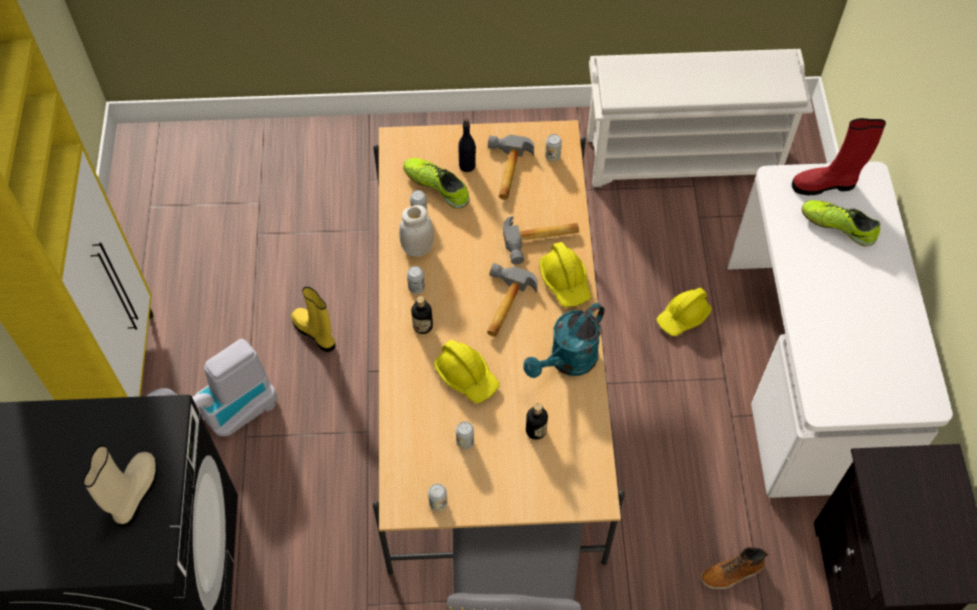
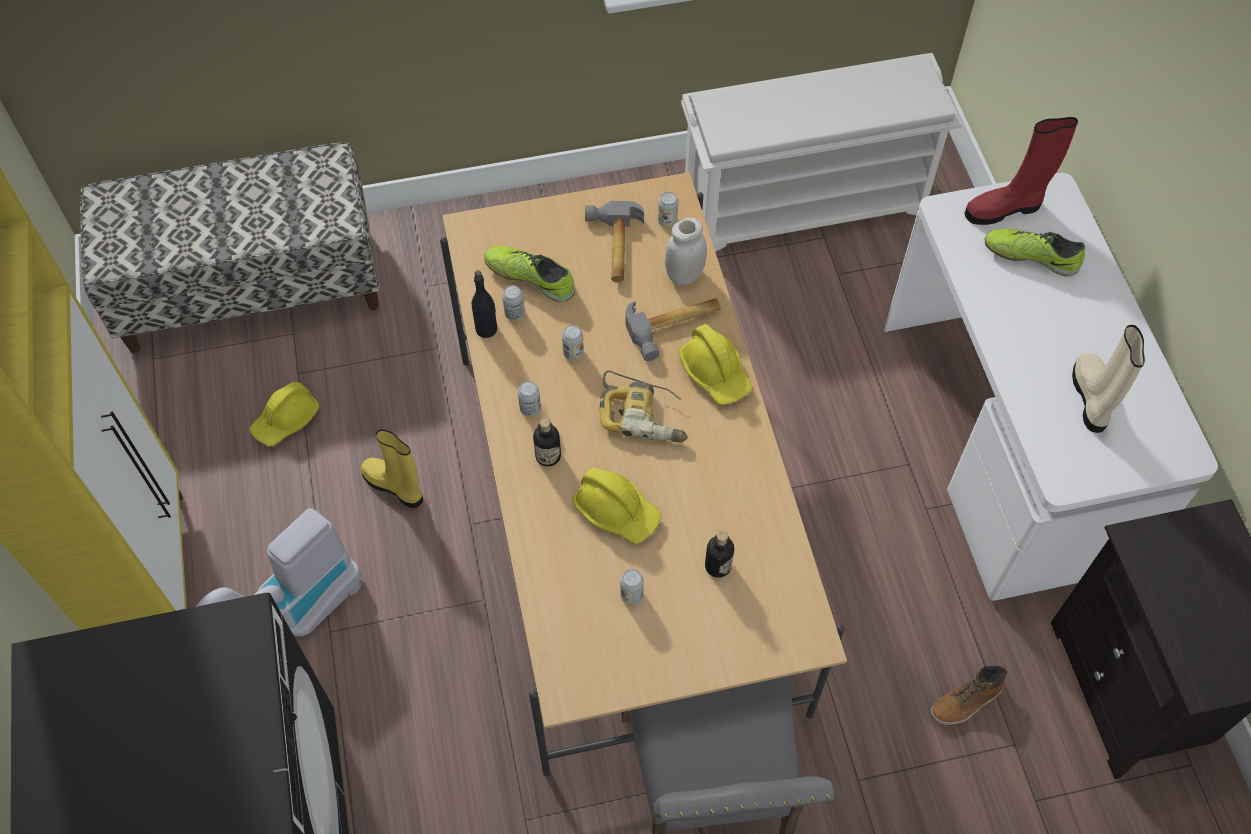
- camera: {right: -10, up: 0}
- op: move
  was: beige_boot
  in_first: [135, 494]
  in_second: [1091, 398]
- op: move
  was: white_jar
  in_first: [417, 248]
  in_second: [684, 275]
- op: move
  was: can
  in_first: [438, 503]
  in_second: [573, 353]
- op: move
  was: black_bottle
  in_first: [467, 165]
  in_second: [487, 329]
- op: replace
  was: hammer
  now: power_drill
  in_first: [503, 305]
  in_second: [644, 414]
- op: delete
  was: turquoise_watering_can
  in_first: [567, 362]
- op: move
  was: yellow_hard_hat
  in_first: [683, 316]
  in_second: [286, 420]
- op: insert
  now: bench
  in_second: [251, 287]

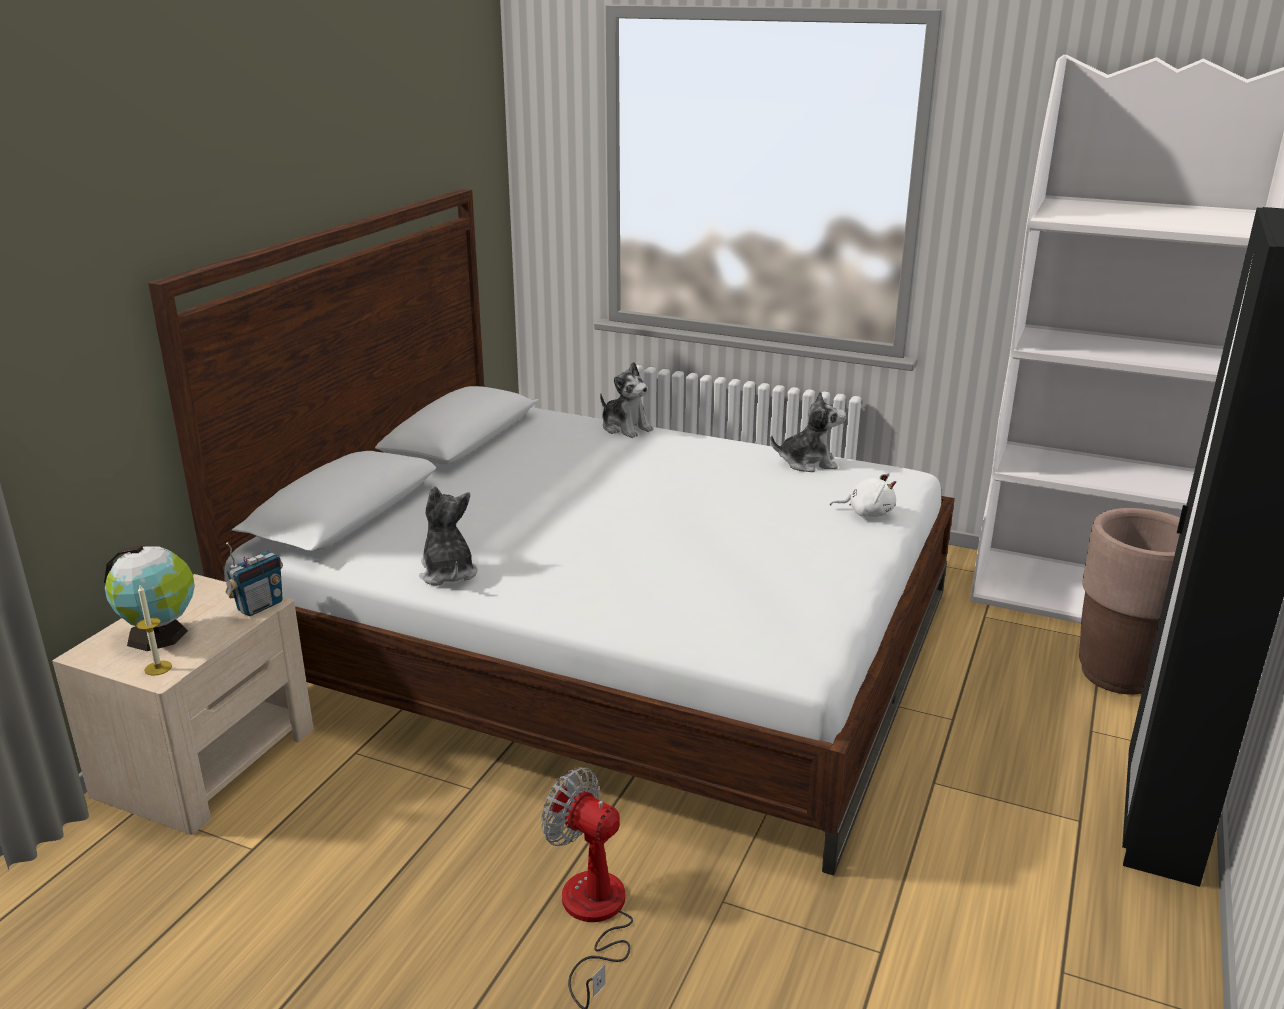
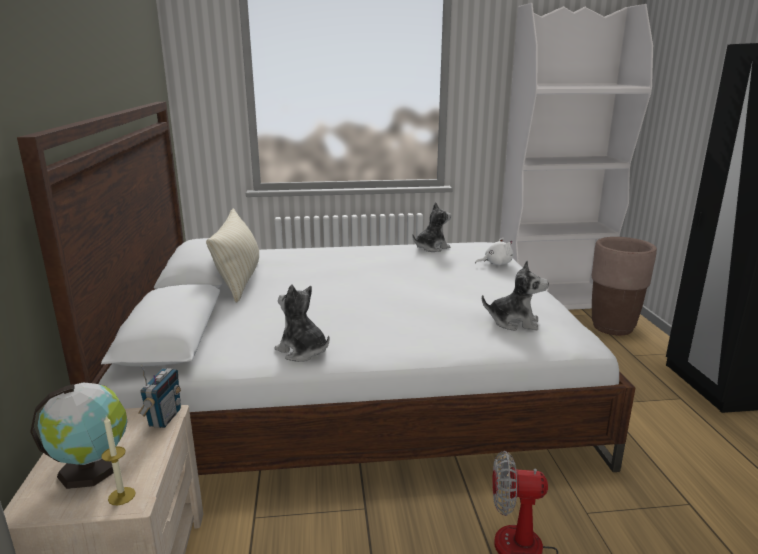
- camera: {right: -30, up: -5}
- op: move
  was: plush_toy
  in_first: [625, 428]
  in_second: [514, 322]
- op: insert
  now: beige_pillow
  in_second: [239, 280]

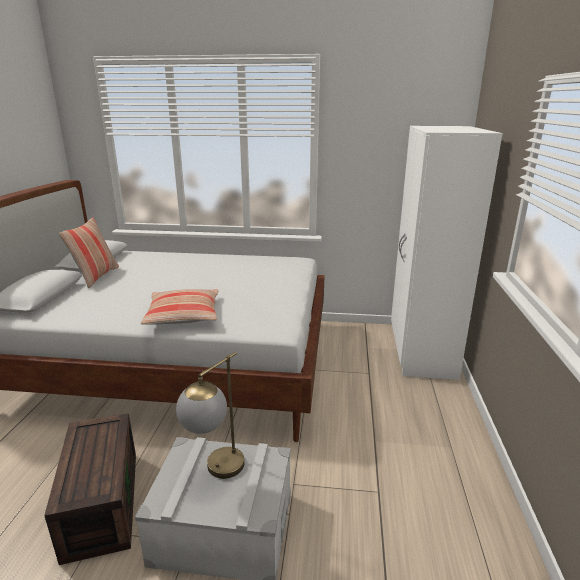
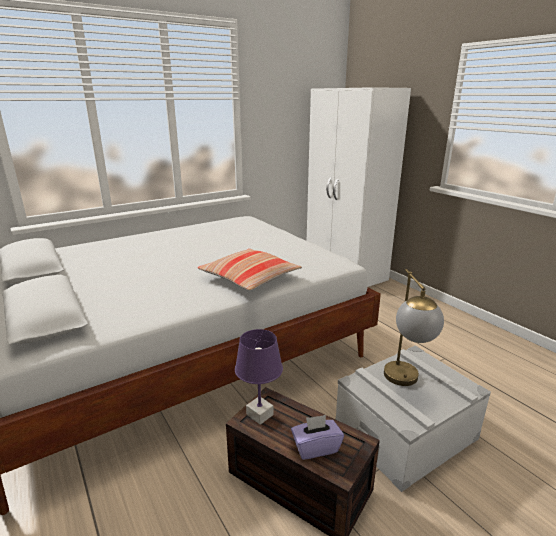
- camera: {right: -40, up: 0}
- op: delete
  was: pillow
  in_first: [96, 276]
- op: insert
  now: purple_table_lamp
  in_second: [260, 414]
- op: insert
  now: purple_tissue_box
  in_second: [316, 447]

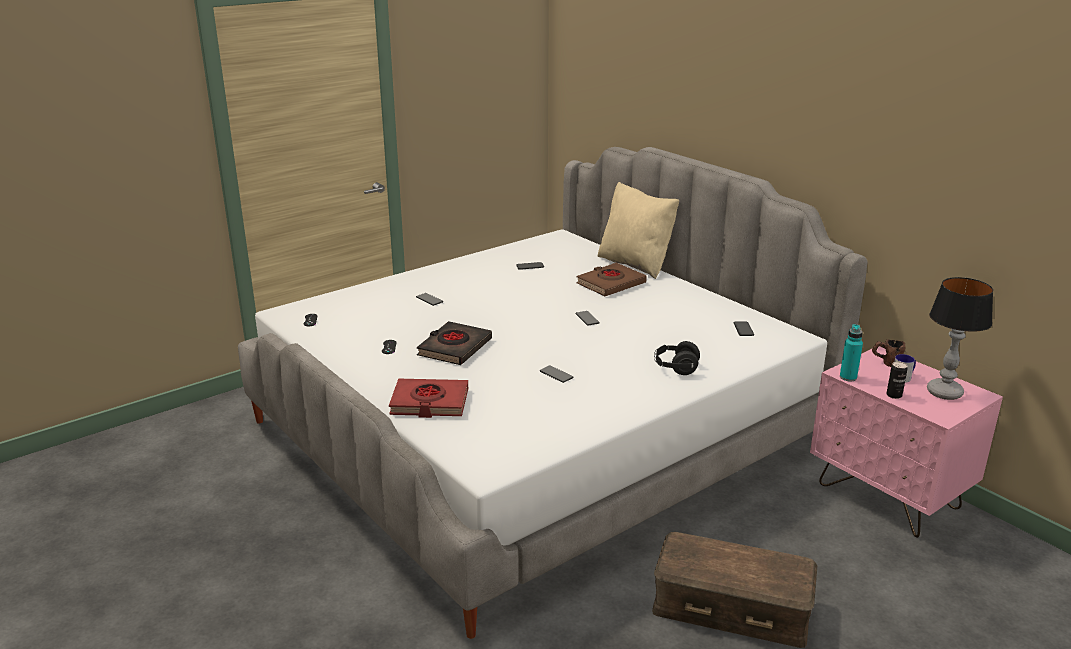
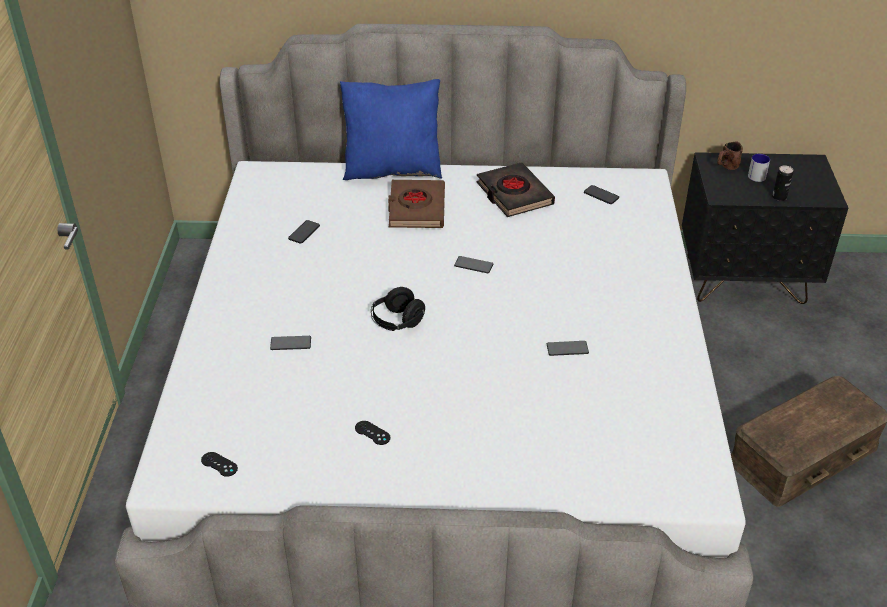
- camera: {right: -50, up: 15}
- op: delete
  was: red_book
  in_first: [429, 403]
- op: move
  was: black_book
  in_first: [454, 348]
  in_second: [514, 194]
- op: recolor
  was: beige_pillow
  now: blue_pillow
  in_first: [636, 264]
  in_second: [392, 169]
- op: move
  was: black_headphones
  in_first: [675, 368]
  in_second: [397, 322]
- op: recolor
  was: pink_nightstand
  now: black_nightstand
  in_first: [888, 497]
  in_second: [745, 281]
- op: delete
  was: turquoise_bottle
  in_first: [848, 377]
- op: delete
  was: table_lamp
  in_first: [943, 392]

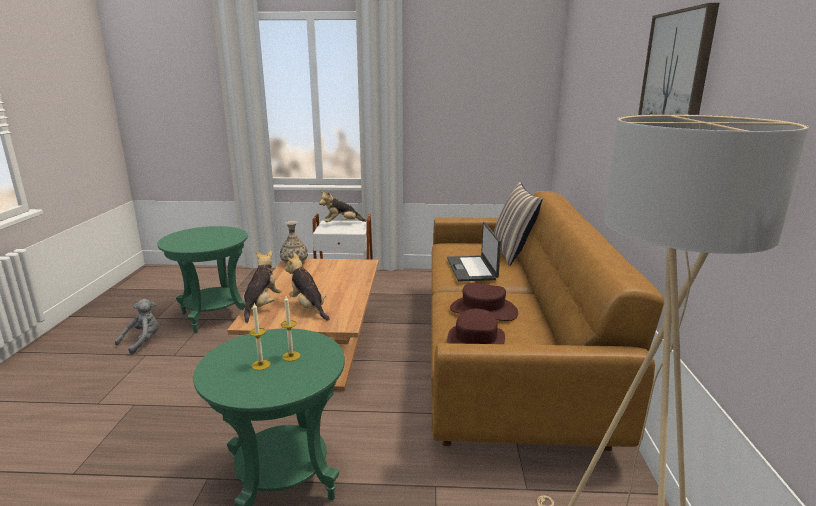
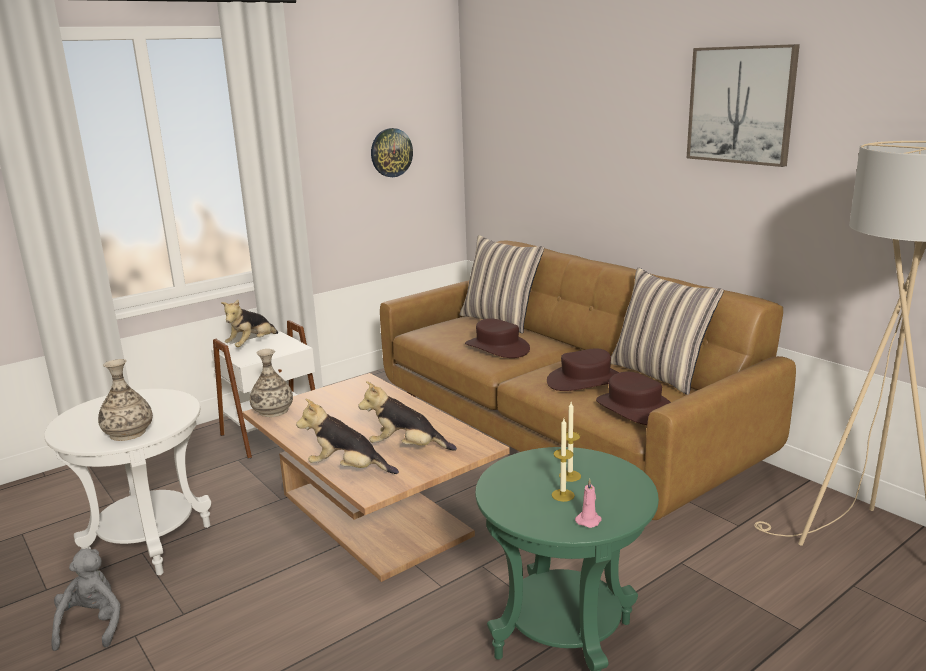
- camera: {right: -40, up: 0}
- op: recolor
  was: green_side_table
  now: white_side_table
  in_first: [214, 316]
  in_second: [149, 544]
- op: rotate
  was: plush_toy
  in_first: [261, 306]
  in_second: [348, 469]
  clockwise: -45
- op: replace
  was: laptop
  now: brown_hat
  in_first: [472, 269]
  in_second: [497, 347]
- op: insert
  now: vase
  in_second: [128, 433]
- op: insert
  now: wall_clock
  in_second: [391, 152]
- op: insert
  now: pink_candle
  in_second: [589, 520]
- op: insert
  now: pillow
  in_second: [659, 374]

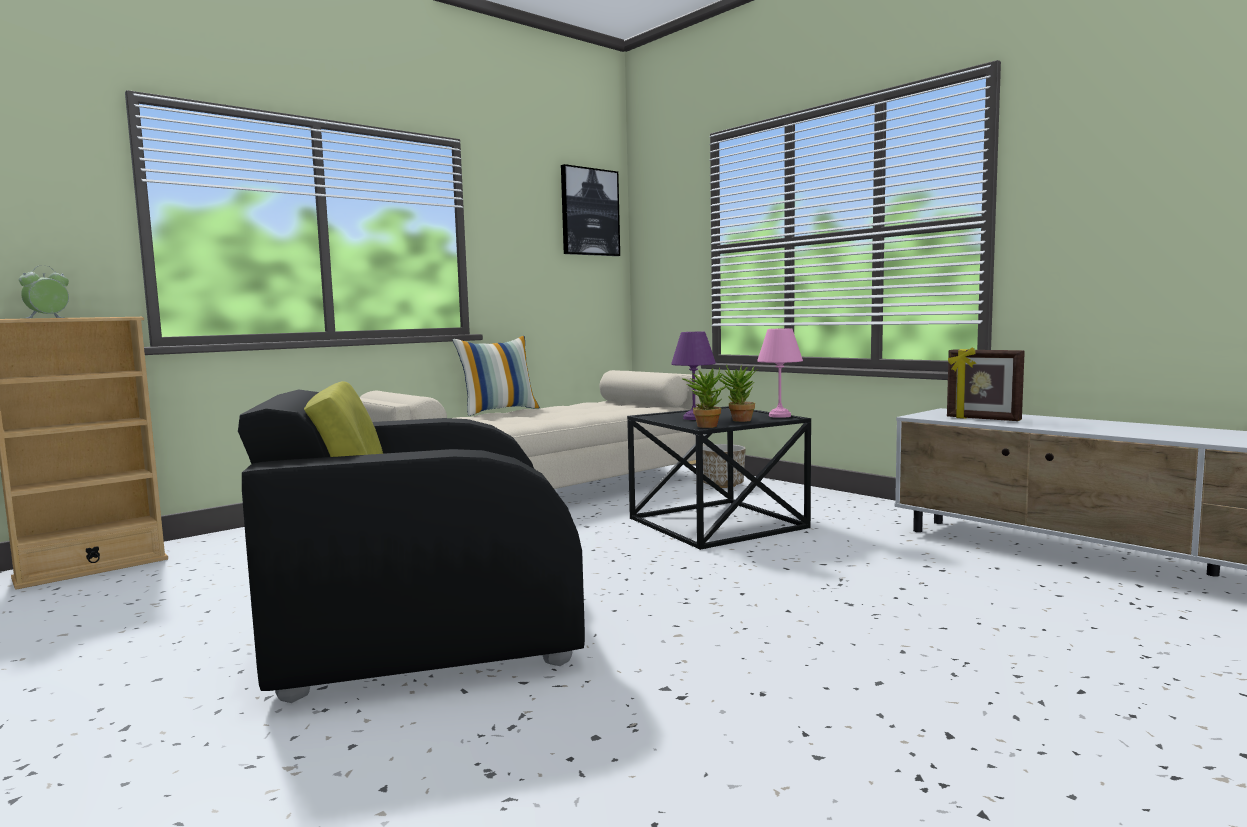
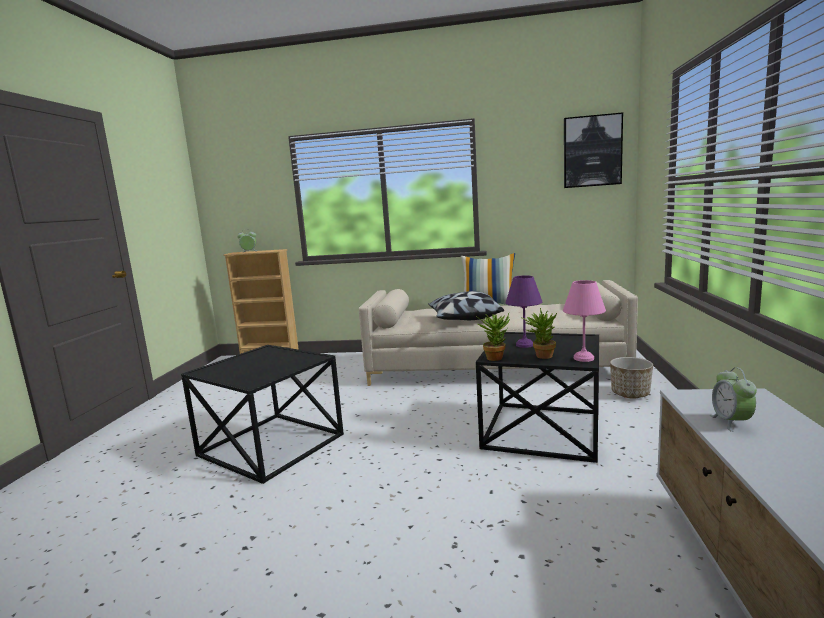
- camera: {right: 50, up: 5}
- op: replace
  was: black_armchair
  now: black_side_table
  in_first: [425, 629]
  in_second: [271, 444]
- op: replace
  was: picture_frame
  now: alarm_clock
  in_first: [982, 419]
  in_second: [731, 422]
- op: insert
  now: pillow
  in_second: [464, 319]

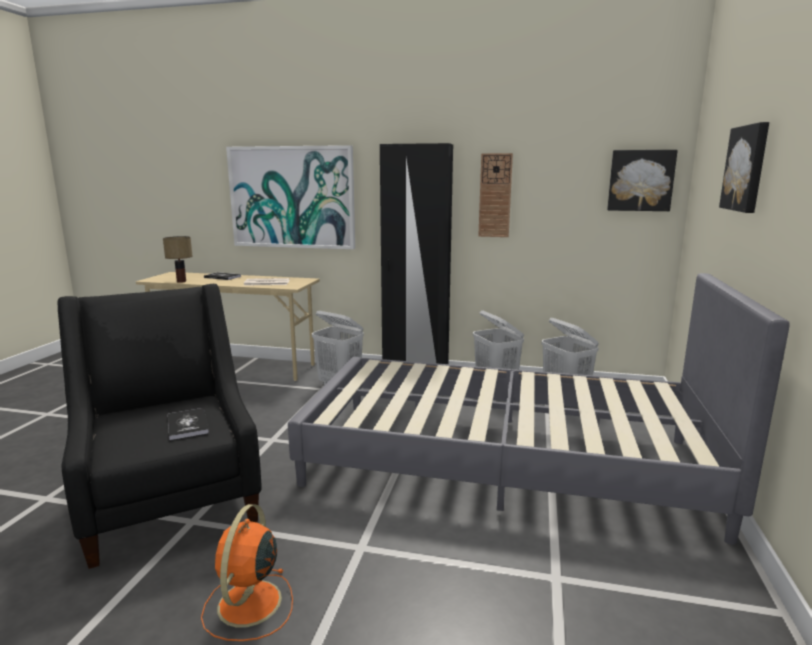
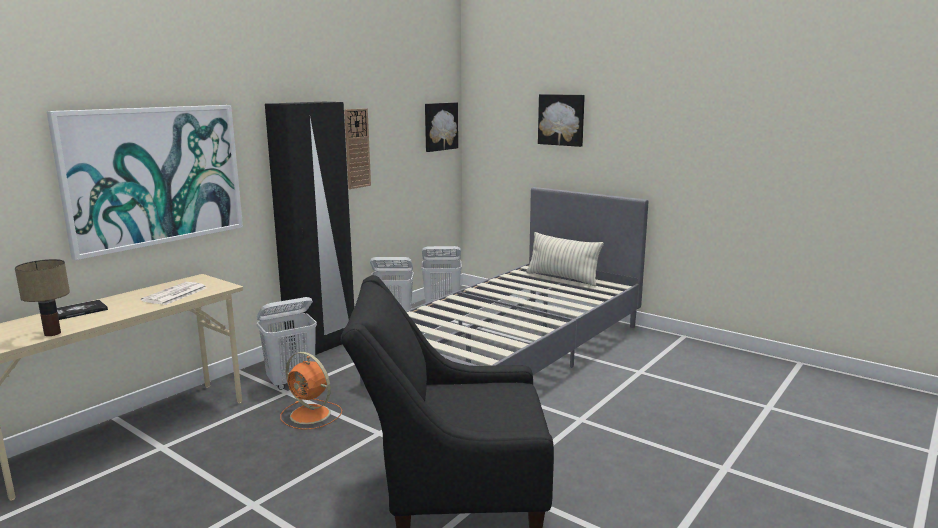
- camera: {right: -65, up: 0}
- op: delete
  was: book
  in_first: [187, 425]
- op: move
  was: orange_fan
  in_first: [248, 605]
  in_second: [311, 415]
- op: insert
  now: pillow
  in_second: [562, 278]

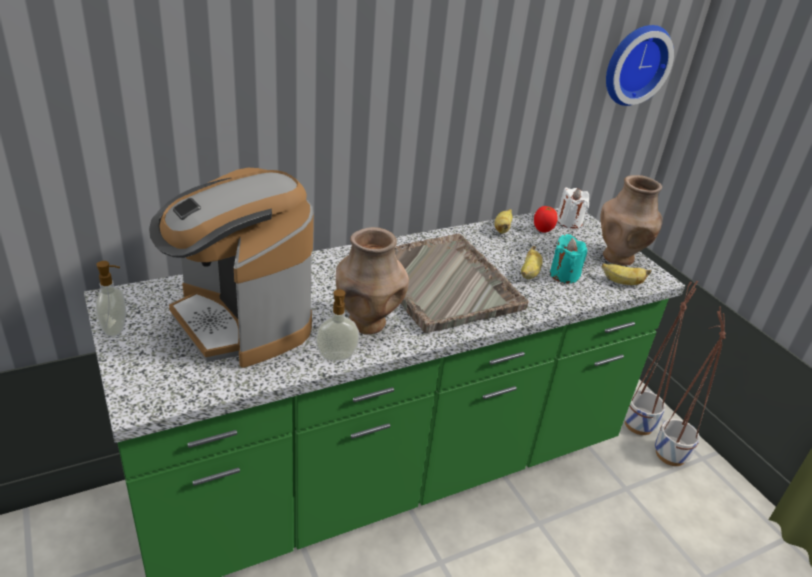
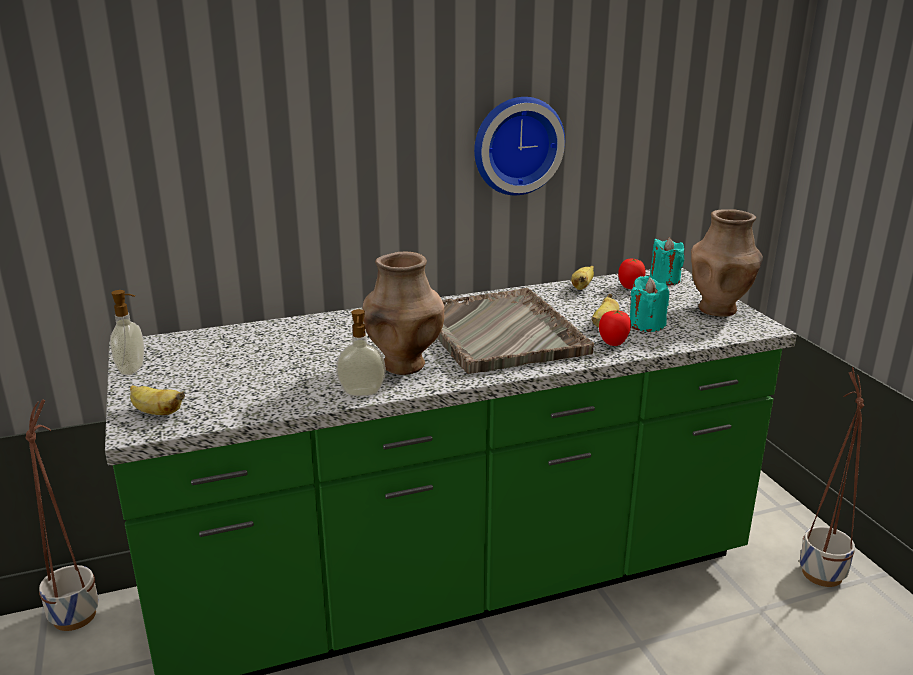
- camera: {right: 10, up: -10}
- op: delete
  was: coffee_machine
  in_first: [241, 321]
- op: recolor
  was: white_candle
  now: turquoise_candle
  in_first: [569, 222]
  in_second: [664, 280]
- op: move
  was: banana
  in_first: [621, 282]
  in_second: [156, 412]
- op: move
  was: wall_clock
  in_first: [634, 64]
  in_second: [516, 145]
- op: move
  was: planter
  in_first: [638, 424]
  in_second: [74, 616]
- op: insert
  now: tomato
  in_second: [613, 344]

